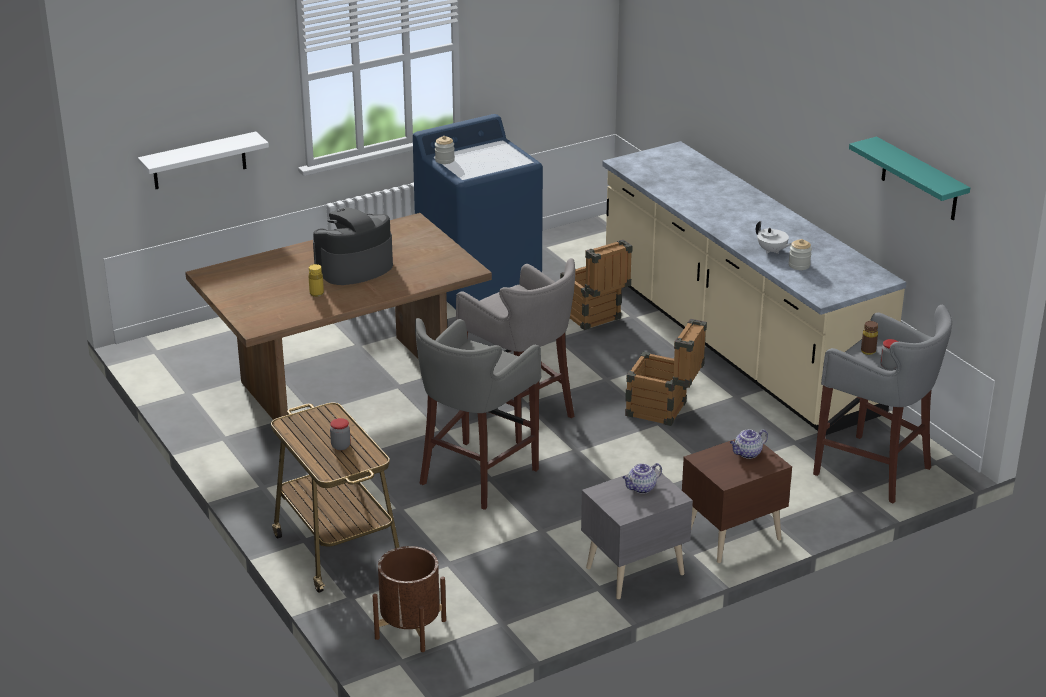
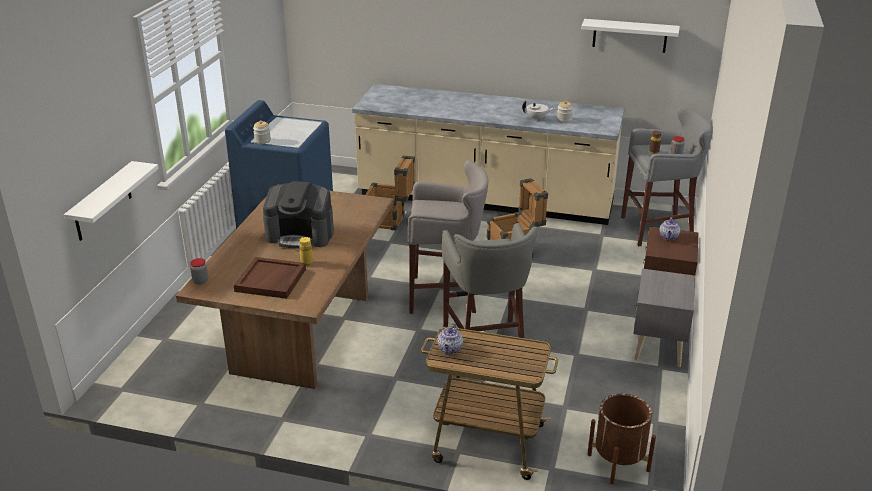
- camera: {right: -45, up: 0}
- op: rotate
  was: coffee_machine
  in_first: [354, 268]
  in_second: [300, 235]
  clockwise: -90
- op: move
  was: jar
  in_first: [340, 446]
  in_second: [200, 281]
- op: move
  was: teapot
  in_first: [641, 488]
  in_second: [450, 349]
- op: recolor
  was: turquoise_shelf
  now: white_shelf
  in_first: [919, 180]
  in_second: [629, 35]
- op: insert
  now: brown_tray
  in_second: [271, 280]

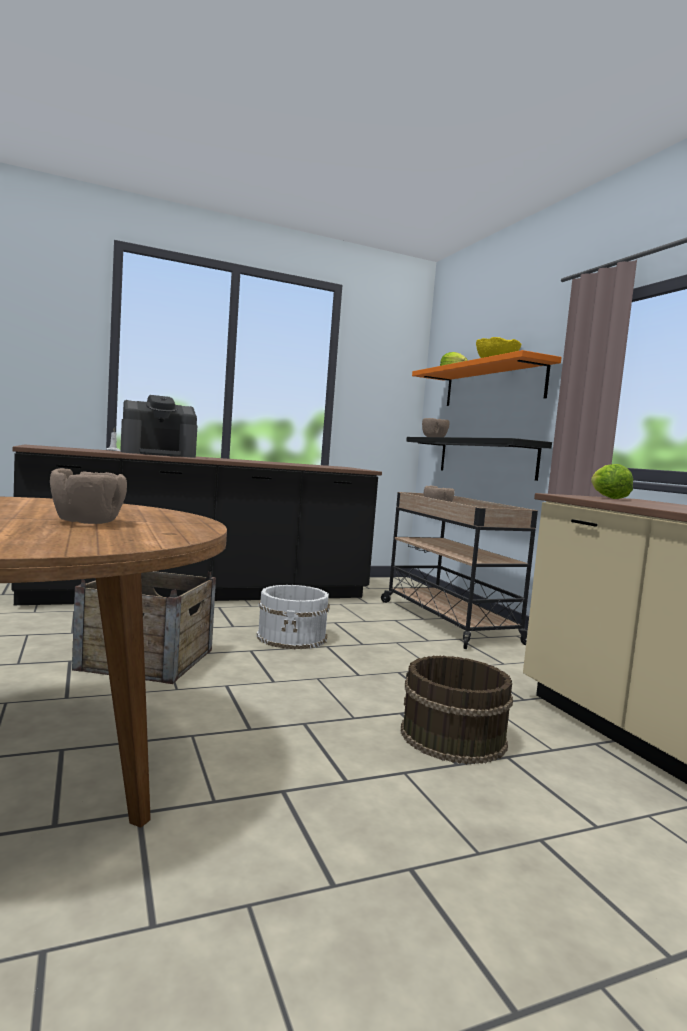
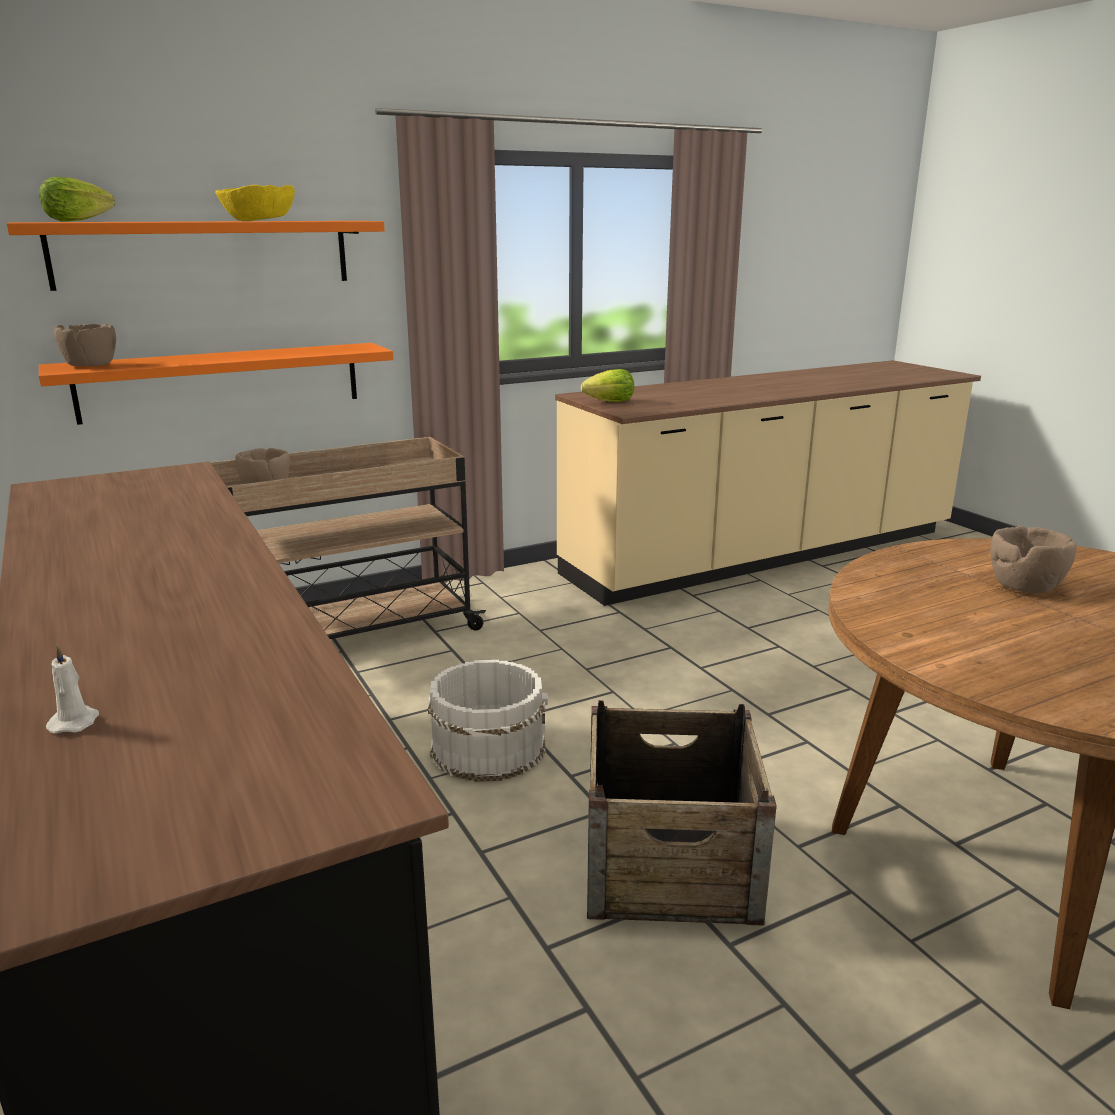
- camera: {right: -95, up: 15}
- op: delete
  was: coffee_machine
  in_first: [158, 454]
- op: delete
  was: brown_bucket
  in_first: [452, 737]
- op: recolor
  was: black_shelf
  now: orange_shelf
  in_first: [485, 457]
  in_second: [222, 381]

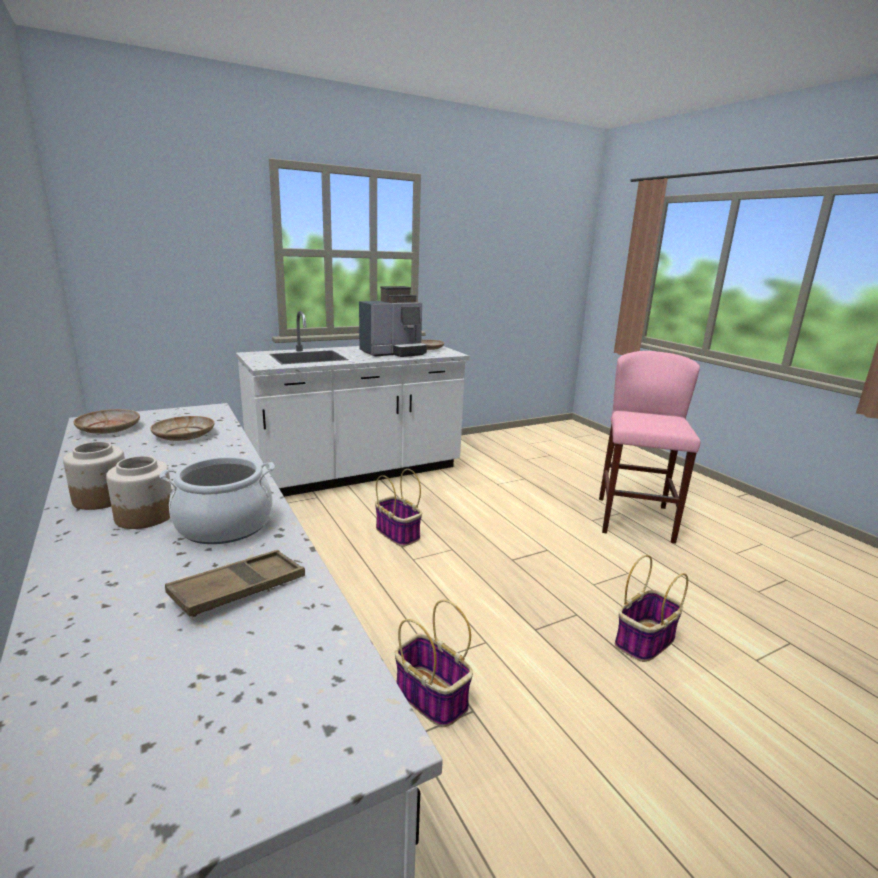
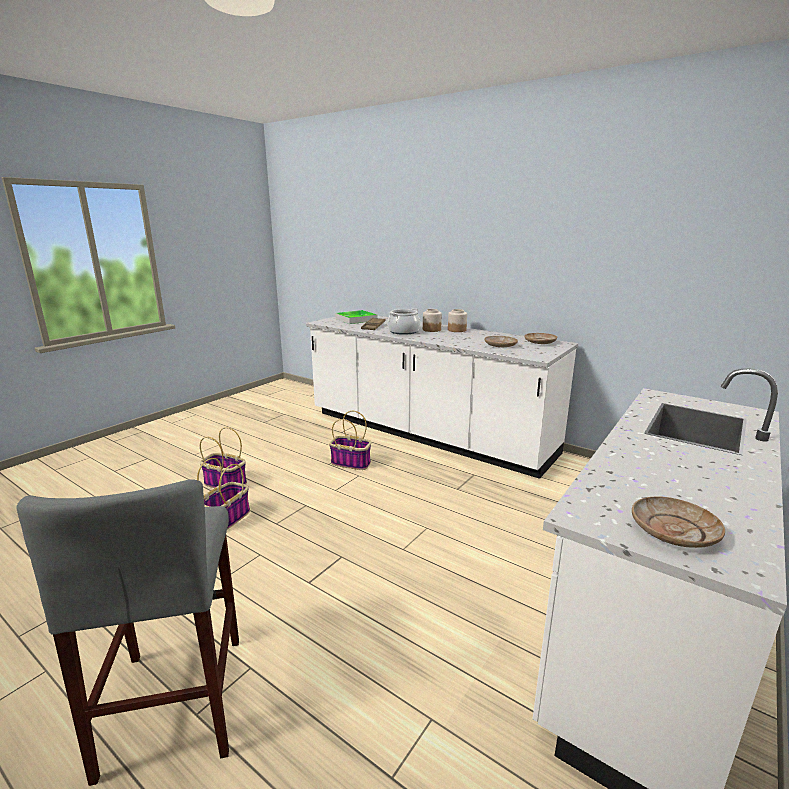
- camera: {right: 155, up: 0}
- op: delete
  was: coffee_machine
  in_first: [394, 353]
- op: move
  was: basket
  in_first: [398, 534]
  in_second: [224, 483]
- op: recolor
  was: pink_stool
  now: grey_stool
  in_first: [634, 519]
  in_second: [176, 701]
- op: insert
  now: tray
  in_second: [356, 319]

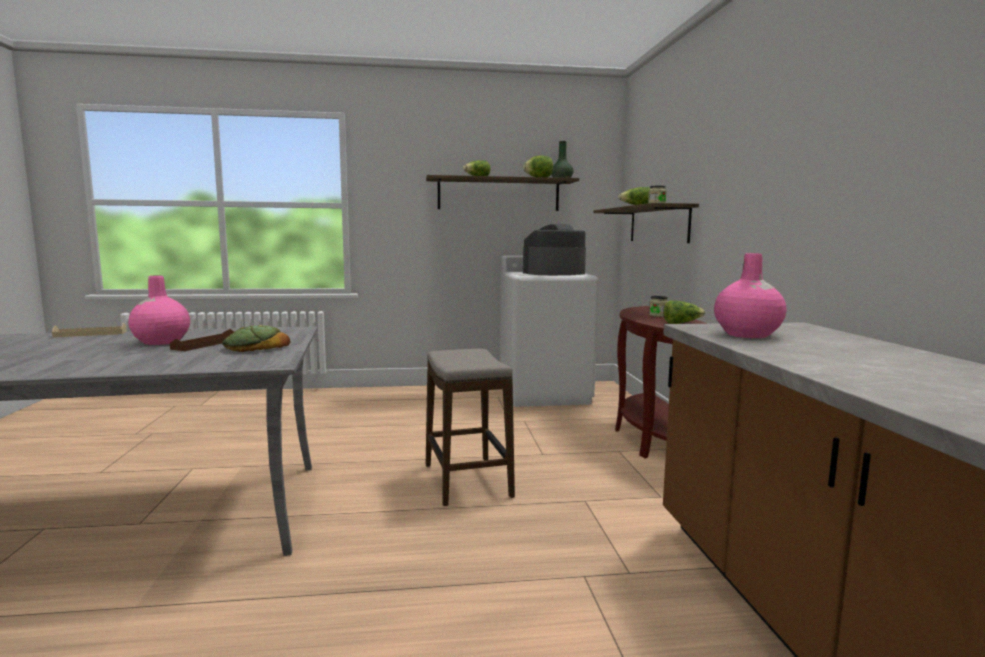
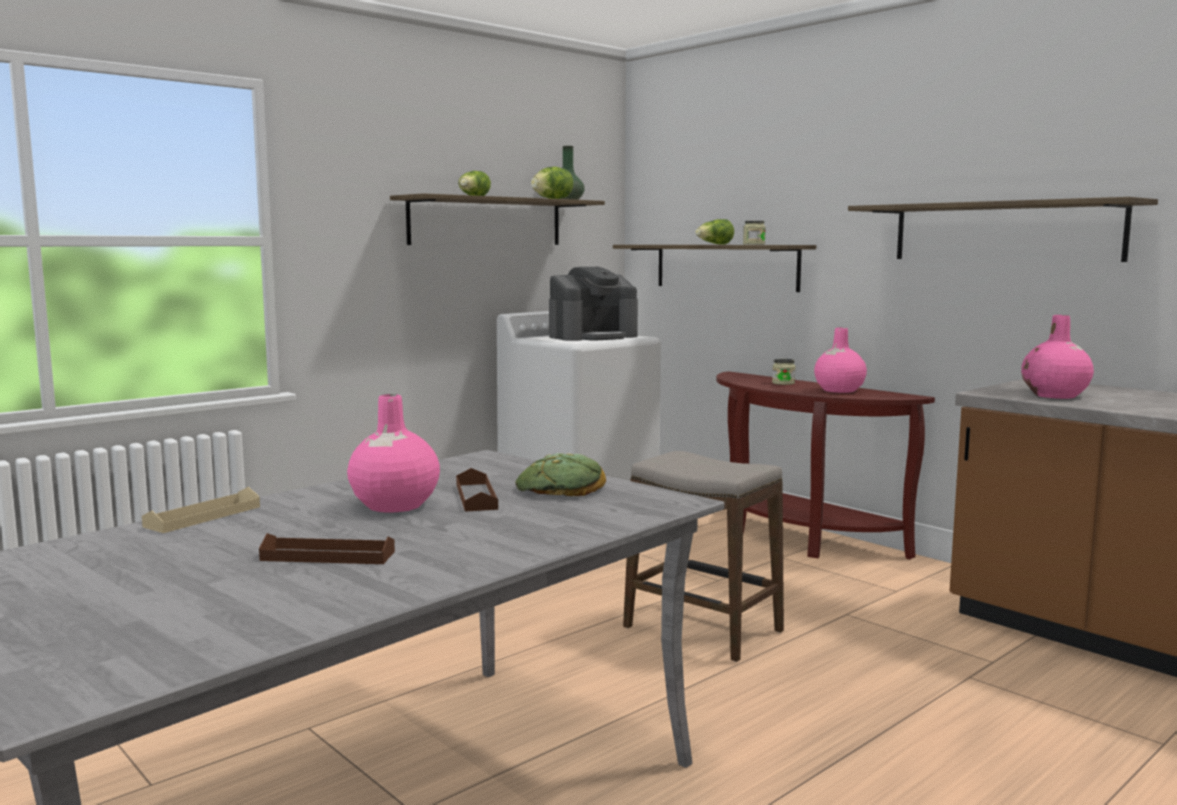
- camera: {right: -35, up: 0}
- op: rotate
  was: coffee_machine
  in_first: [554, 273]
  in_second: [593, 336]
  clockwise: -150
- op: replace
  was: lettuce
  now: pink_vase
  in_first: [681, 323]
  in_second: [838, 390]
- op: insert
  now: brown_tray
  in_second: [328, 556]
- op: insert
  now: shelf
  in_second: [1004, 232]

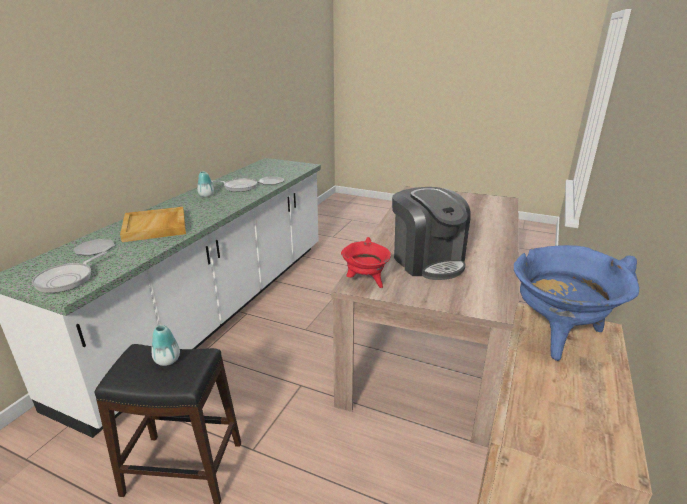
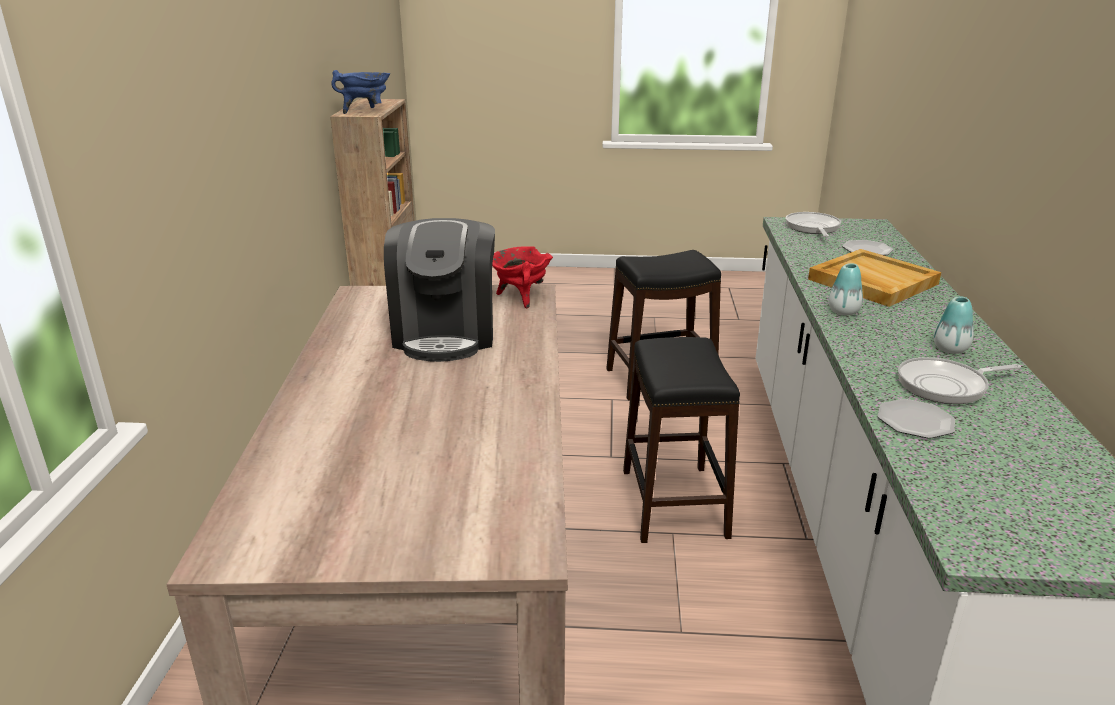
- camera: {right: 160, up: 0}
- op: move
  was: vase
  in_first: [167, 360]
  in_second: [843, 312]
- op: rotate
  was: coffee_machine
  in_first: [427, 261]
  in_second: [445, 334]
  clockwise: -135
- op: insert
  now: black_stool
  in_second: [674, 502]

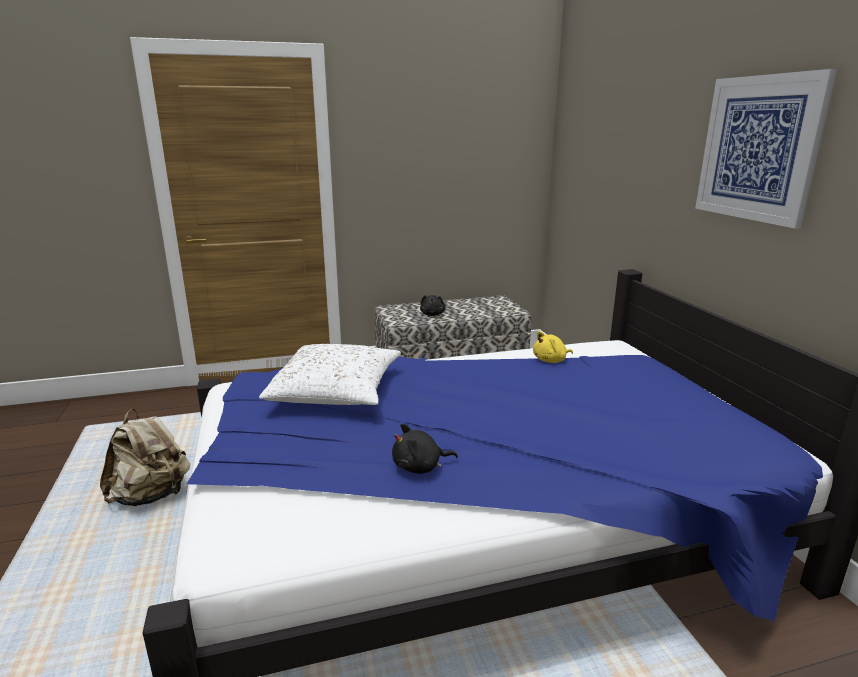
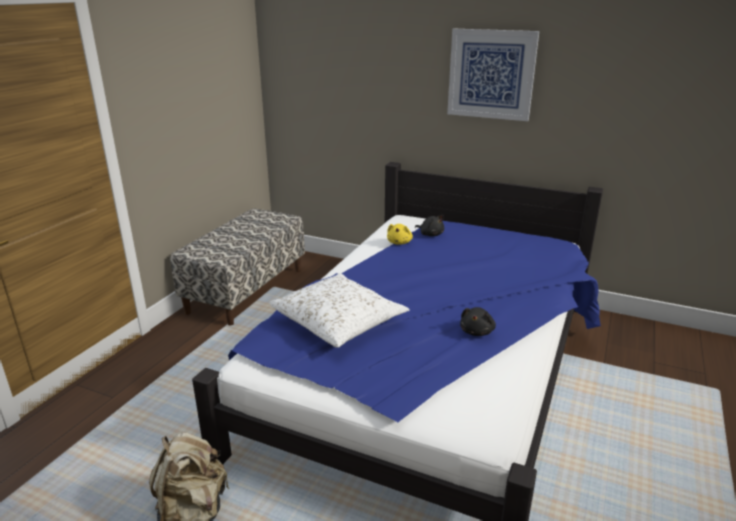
- camera: {right: -50, up: 5}
- op: move
  was: black_plush_toy
  in_first: [432, 314]
  in_second: [430, 234]

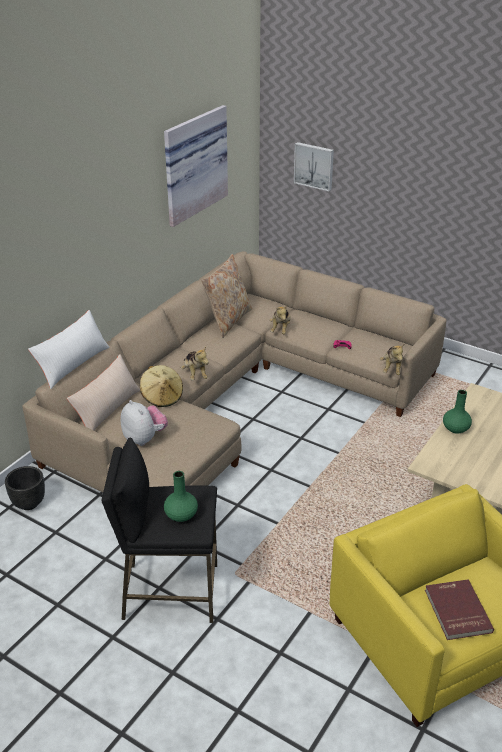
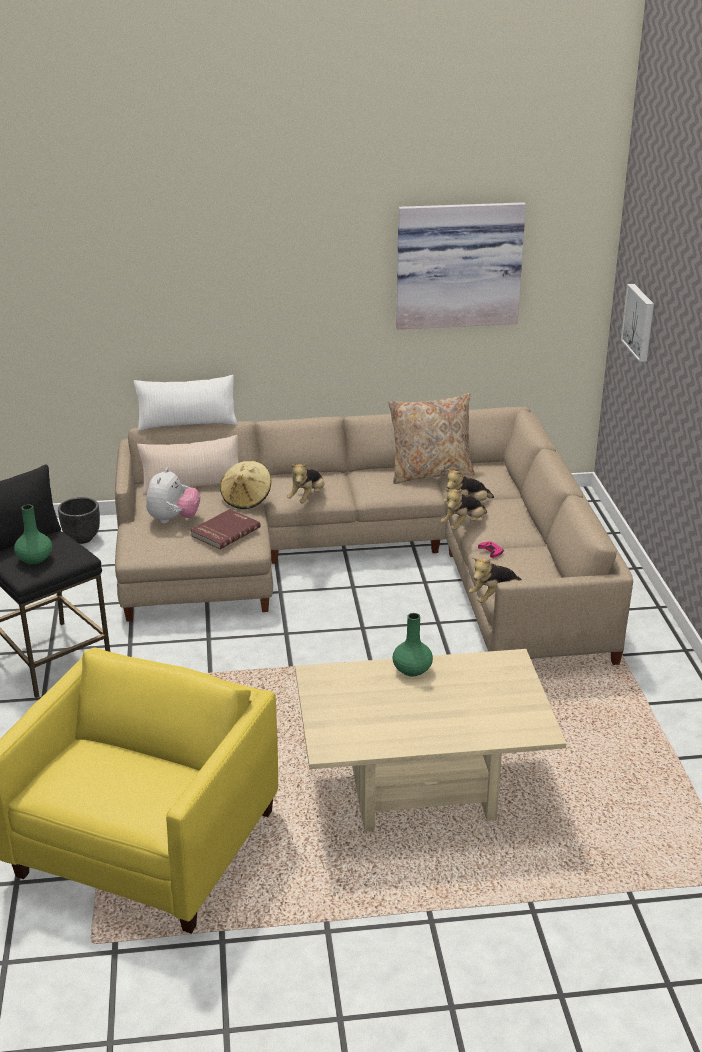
- camera: {right: 50, up: -5}
- op: move
  was: red_book
  in_first: [456, 611]
  in_second: [224, 531]
- op: insert
  now: plush_toy
  in_second: [463, 525]

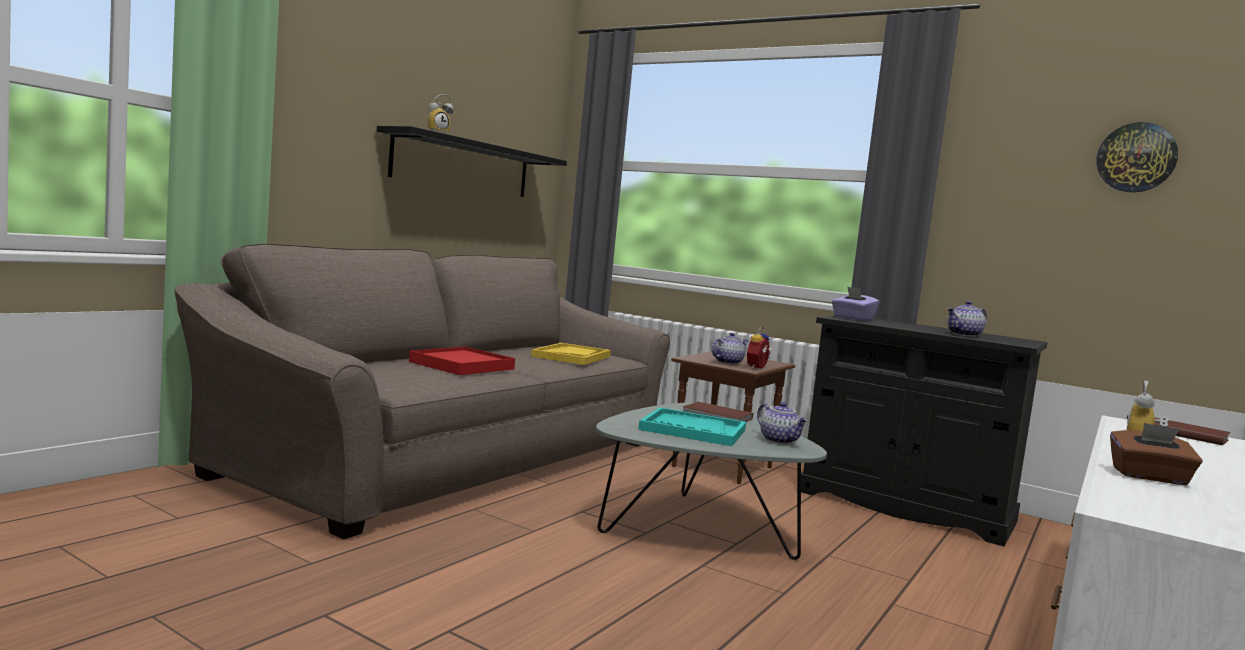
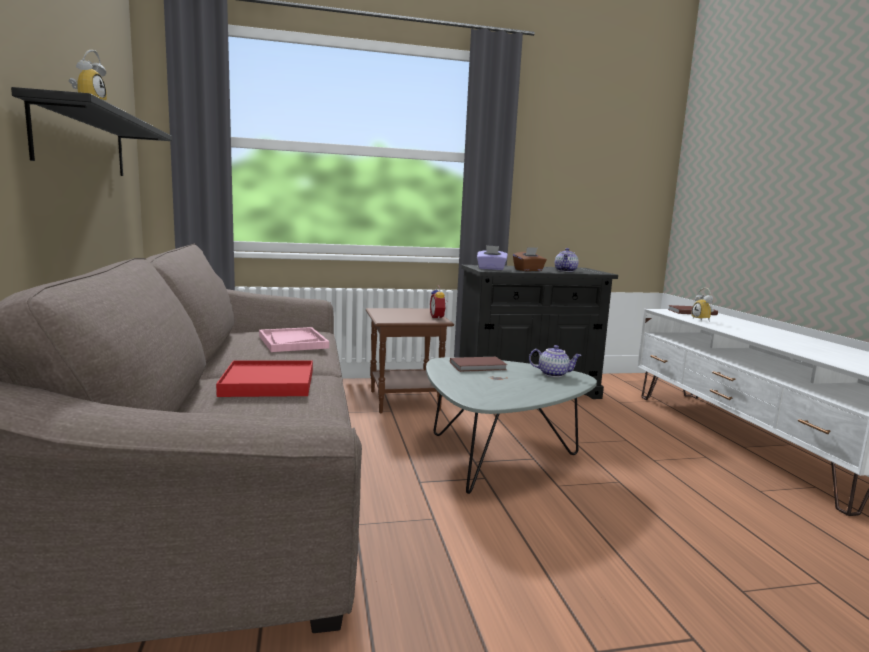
- camera: {right: -45, up: 5}
- op: recolor
  was: yellow_tray
  now: pink_tray
  in_first: [571, 356]
  in_second: [292, 342]
- op: delete
  was: turquoise_tray
  in_first: [692, 430]
- op: delete
  was: teapot
  in_first: [727, 362]
- op: delete
  was: wall_clock
  in_first: [1136, 157]
- op: move
  was: brown_tissue_box
  in_first: [1150, 477]
  in_second: [528, 270]

